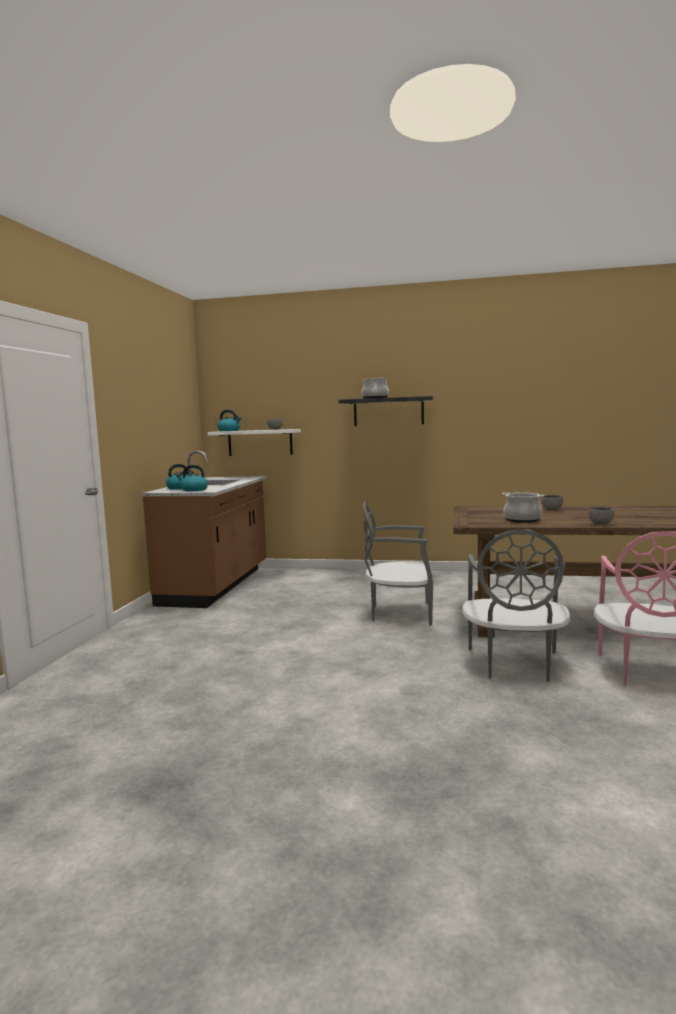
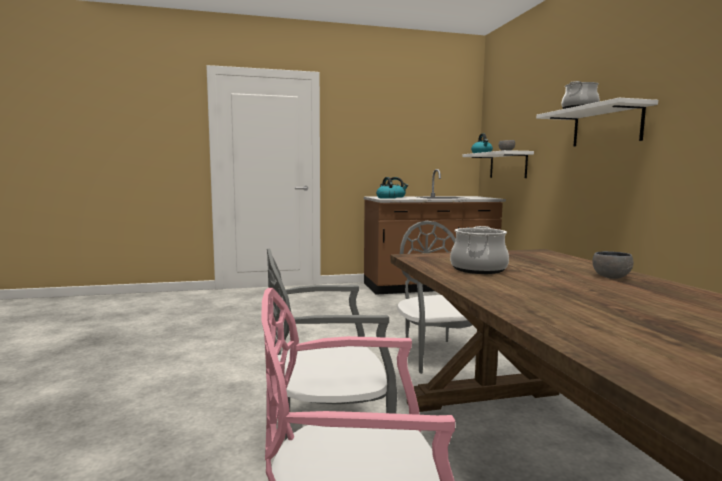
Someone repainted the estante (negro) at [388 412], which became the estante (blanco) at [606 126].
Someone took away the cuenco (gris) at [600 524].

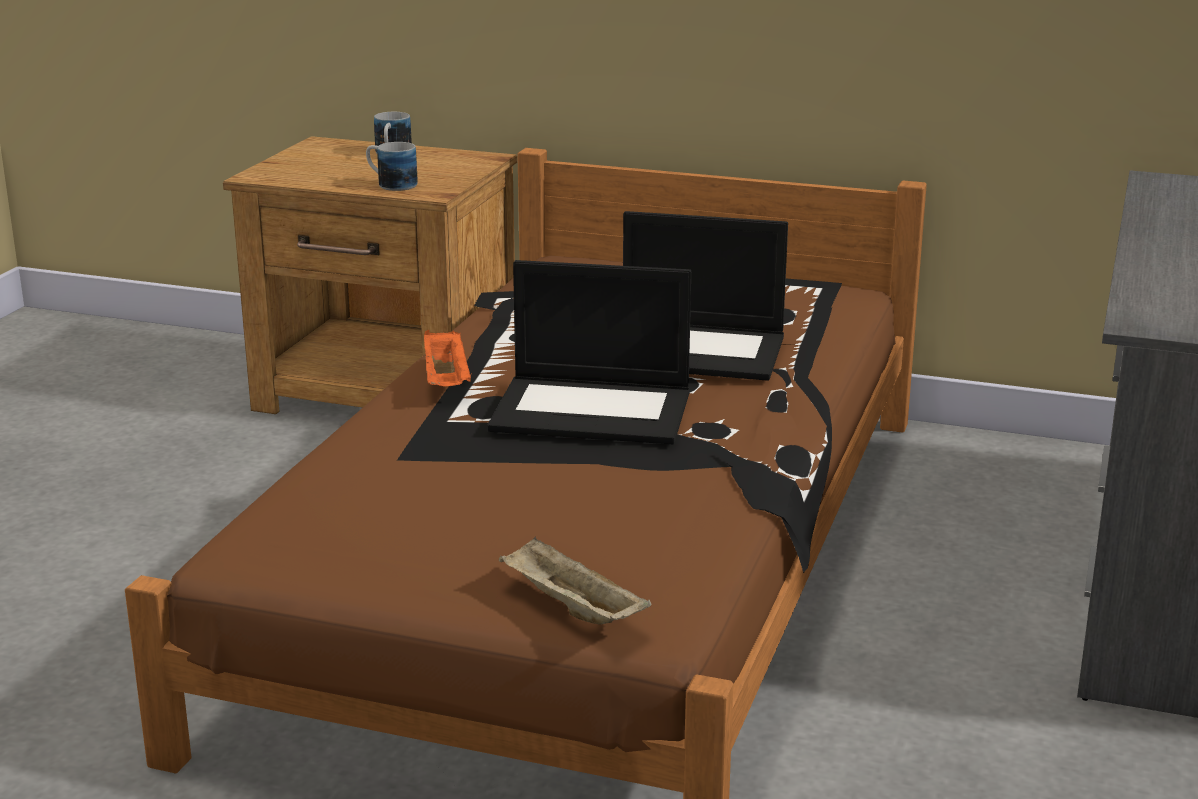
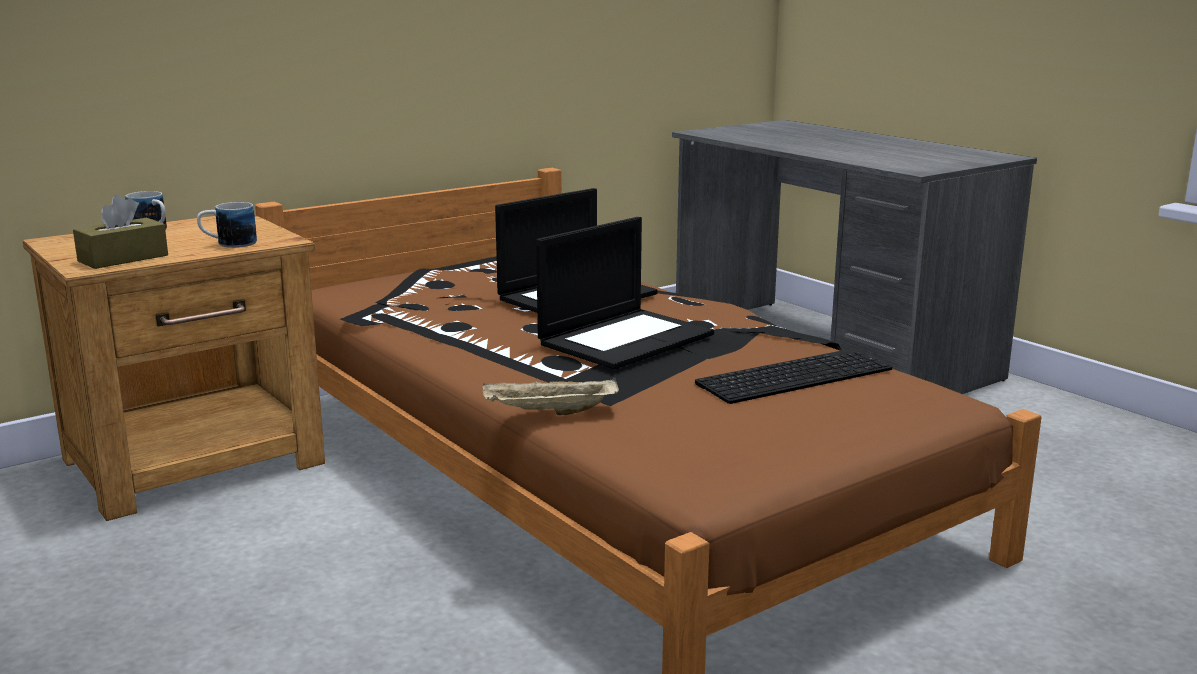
Someone took away the bandeja (naranja) at [447 381].
Someone carried the bandeja (beis) from [570 607] to [549 413].
Someone put down the caja de pañuelos (marrón) at [123 258].
Someone put down the teclado at [794 375].

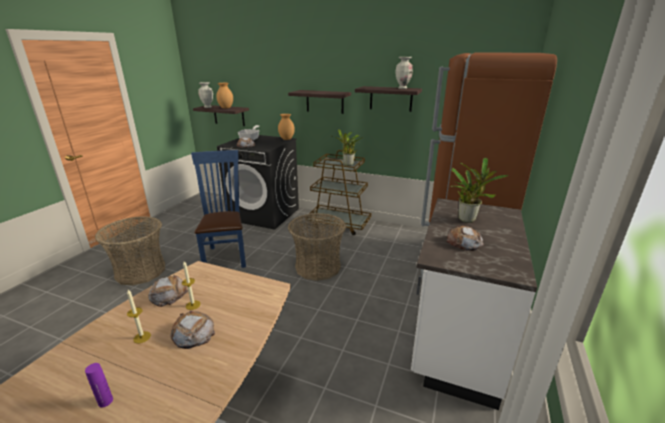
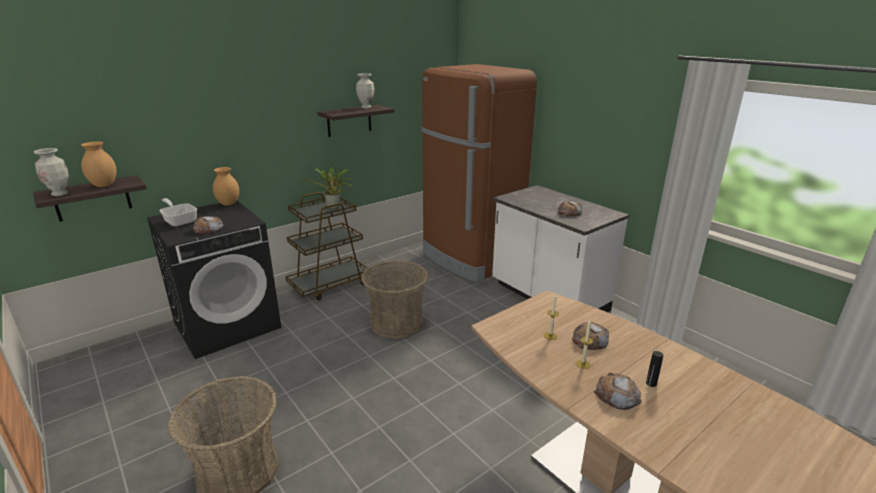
Someone took away the estante at [324 101].
Someone took away the silla (azul) at [226 255].
Someone took away the planta en maceta at [468 219].
Someone carried the pan from [168 294] to [617 395].
Someone repainted the botella (morado) at [105 401], which became the botella (negro) at [651 383].

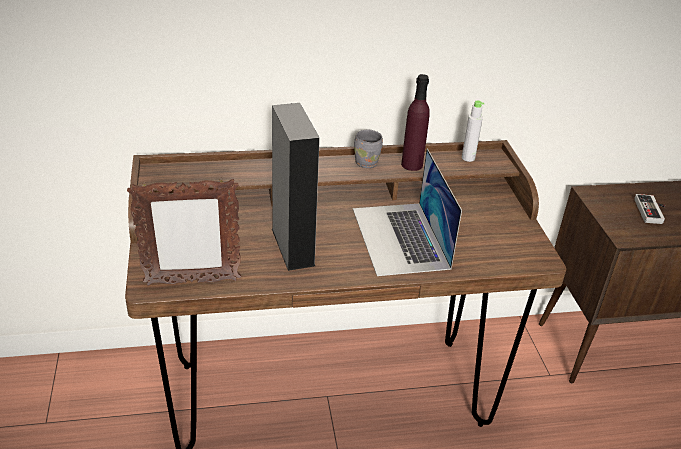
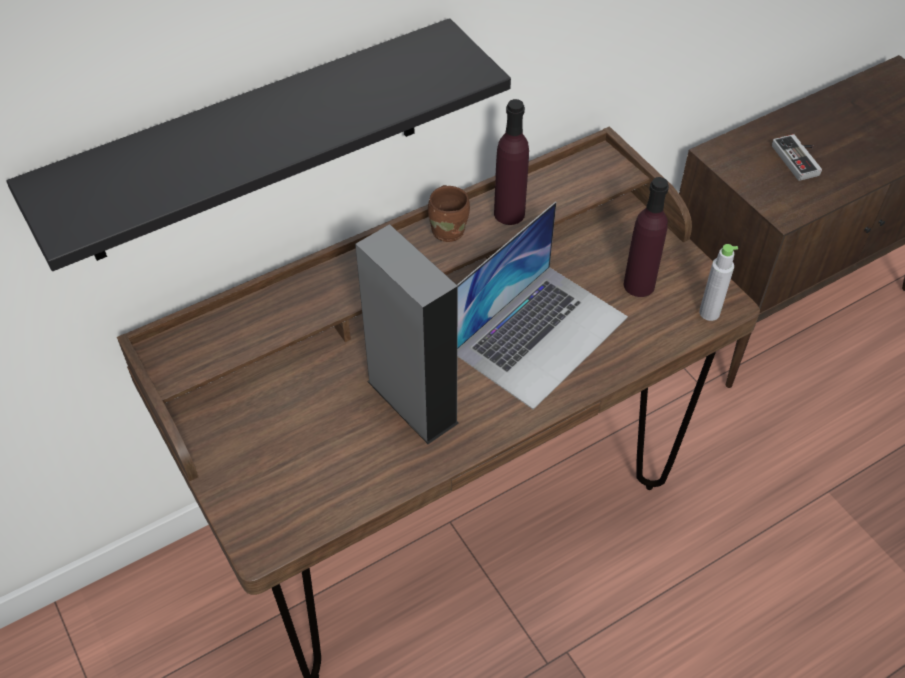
Someone carried the botella (gris) from [468 158] to [709 313].
Someone repainted the taza grande (gris) at [368 162], which became the taza grande (marrón) at [449 229].
Someone rotated the portátil at [400 238] by 105 degrees counterclockwise.
Someone took away the portarretratos at [191 282].
Someone put up the estante (negro) at [253 144].
Someone put down the botella (morado) at [639 285].

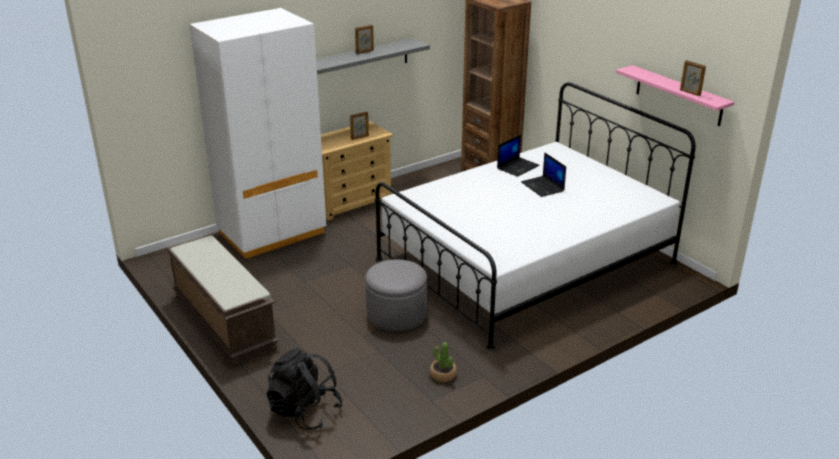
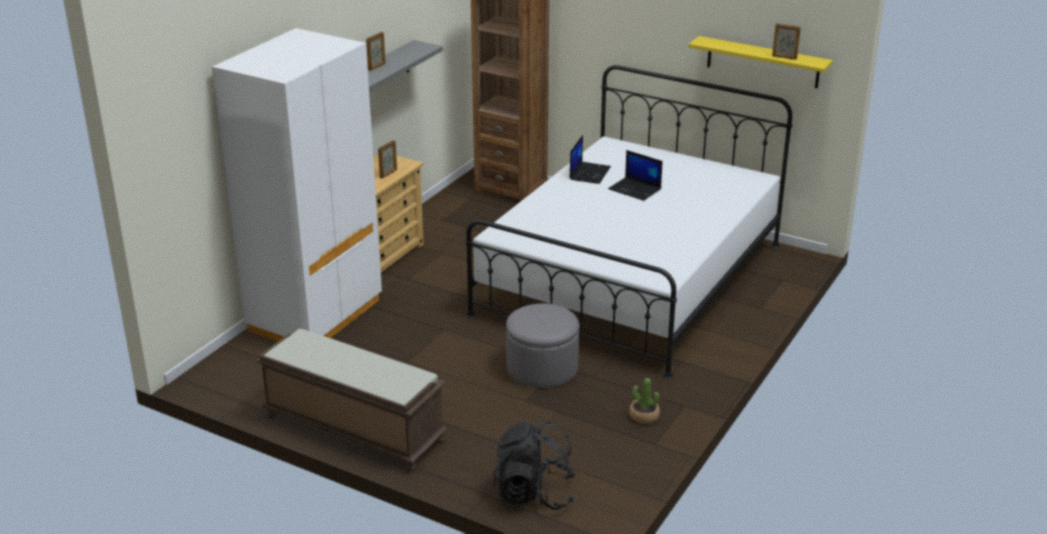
Someone repainted the estante (rosa) at [678 95], which became the estante (amarillo) at [763 62].

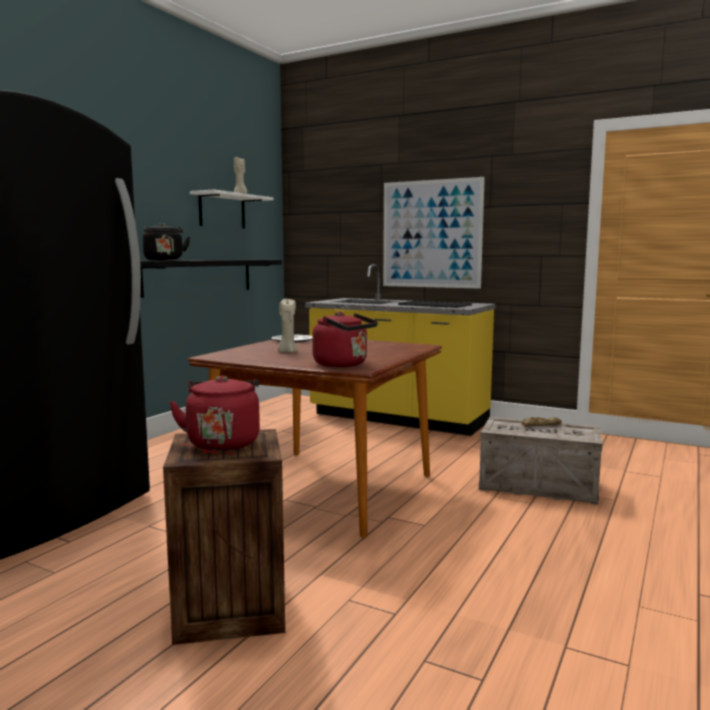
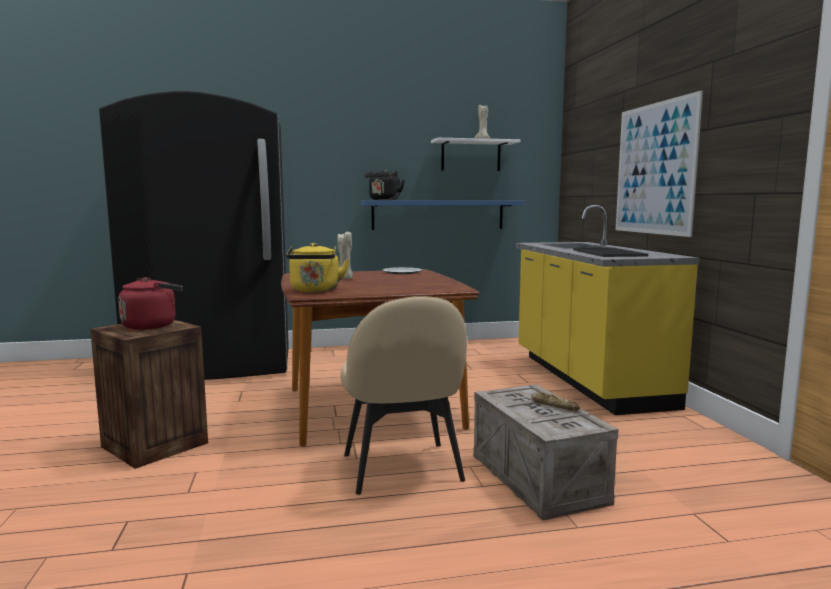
Someone repainted the estante (negro) at [199 276], which became the estante (azul) at [438 215].
Someone repainted the hervidor (rojo) at [343 365], which became the hervidor (amarillo) at [315 290].
Someone put down the silla (beis) at [402 469].

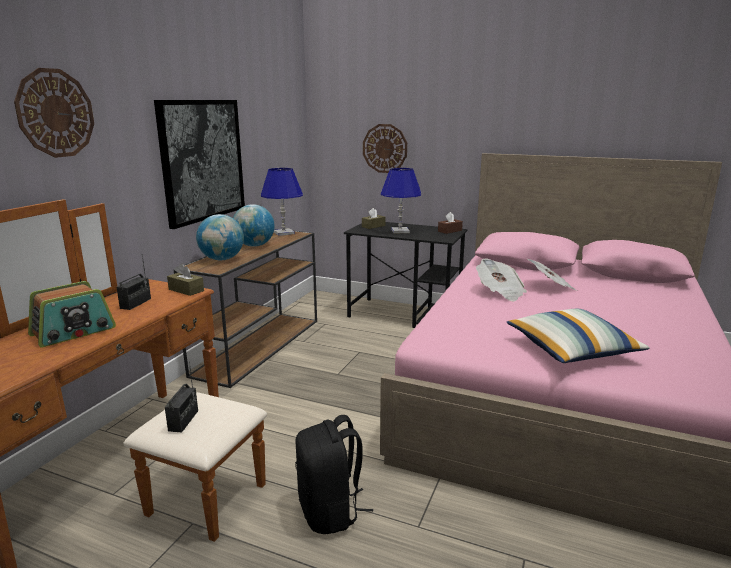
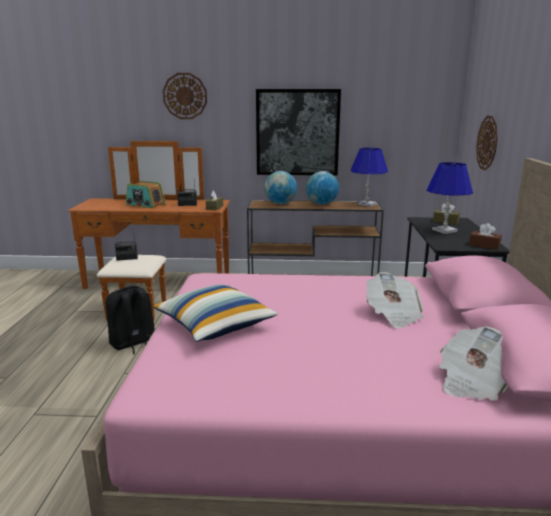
Someone carried the periódico from [500 292] to [473 381].

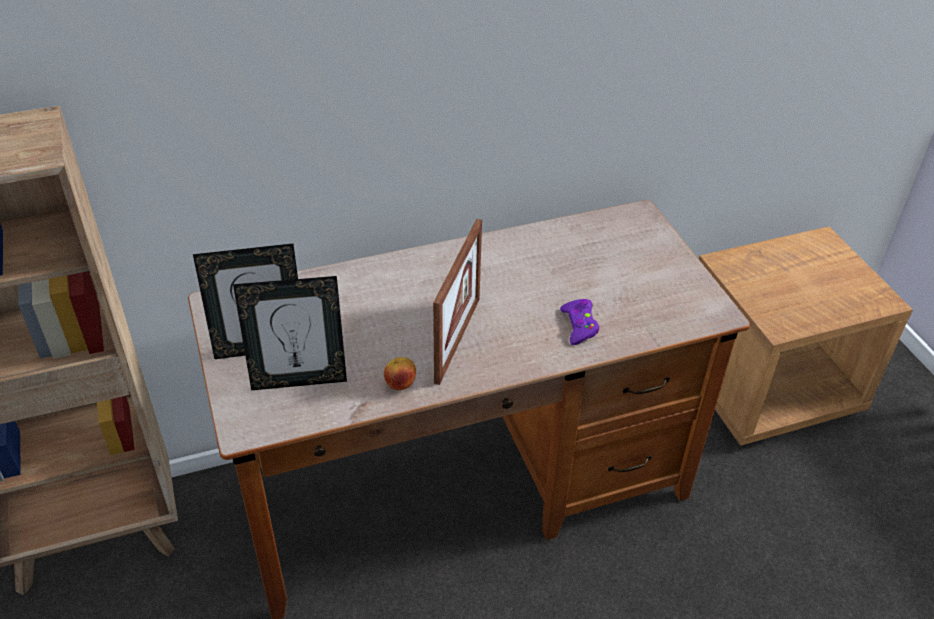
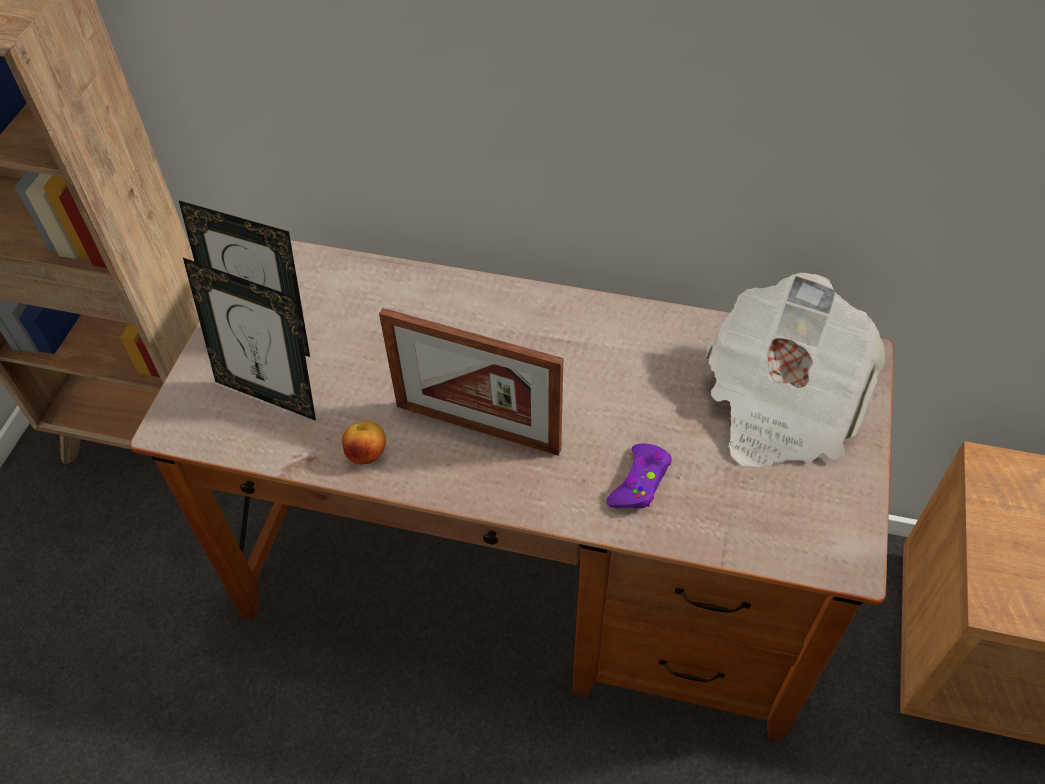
Someone rotated the portarretratos at [457 339] by 60 degrees clockwise.
Someone put down the periódico at [780 403].

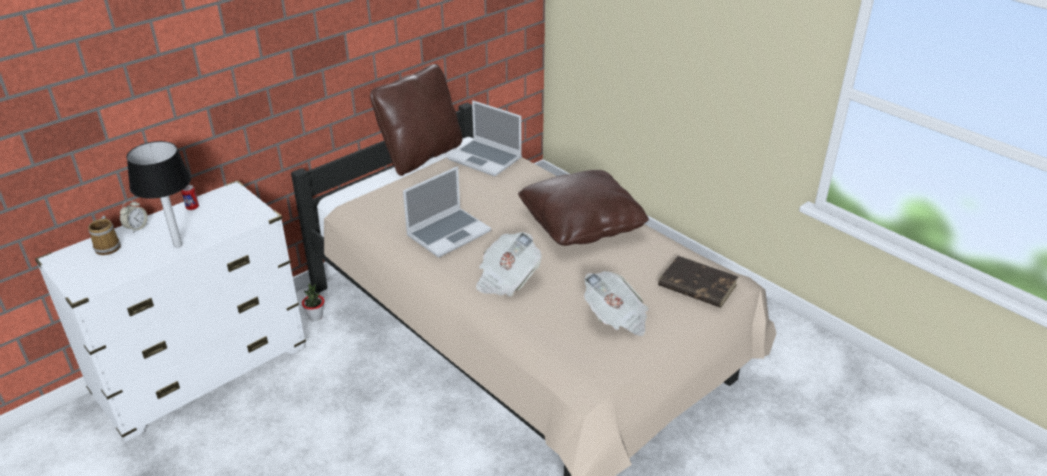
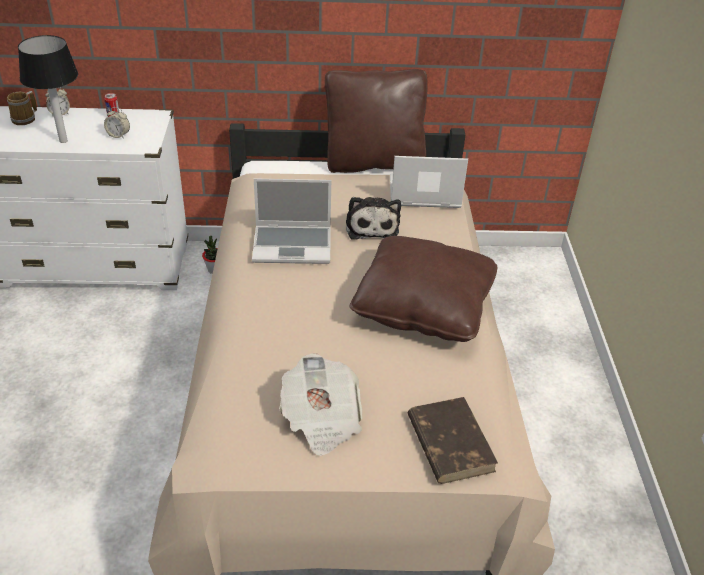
Someone rotated the portátil at [486 159] by 105 degrees clockwise.
Someone took away the periódico at [506 279].
Someone put down the despertador at [118 135].
Someone put down the peluche at [371 226].

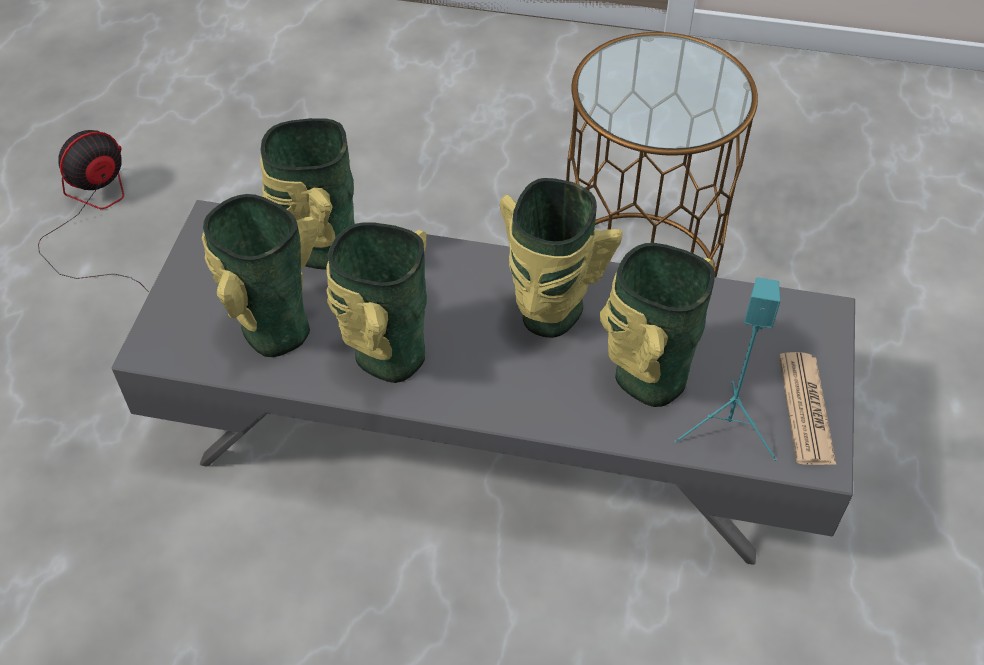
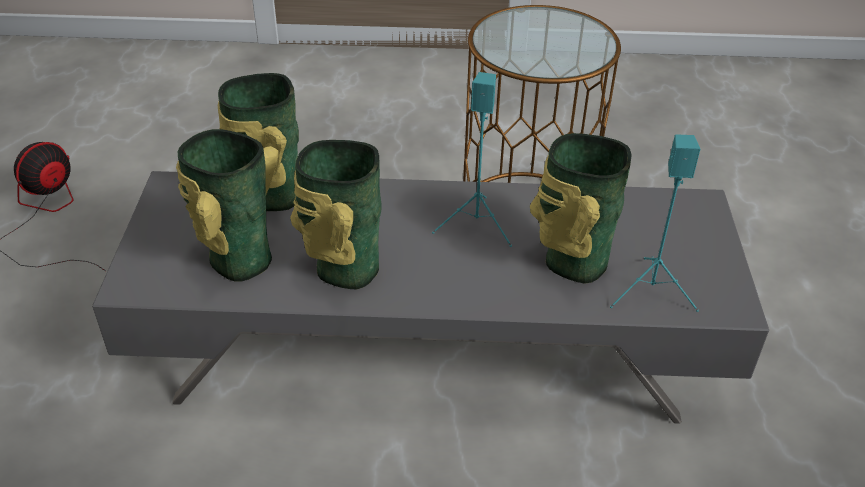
Someone swapped the florero at [548 314] for the altavoz (turquesa) at [477 225].
Someone took away the periódico at [806 409].

